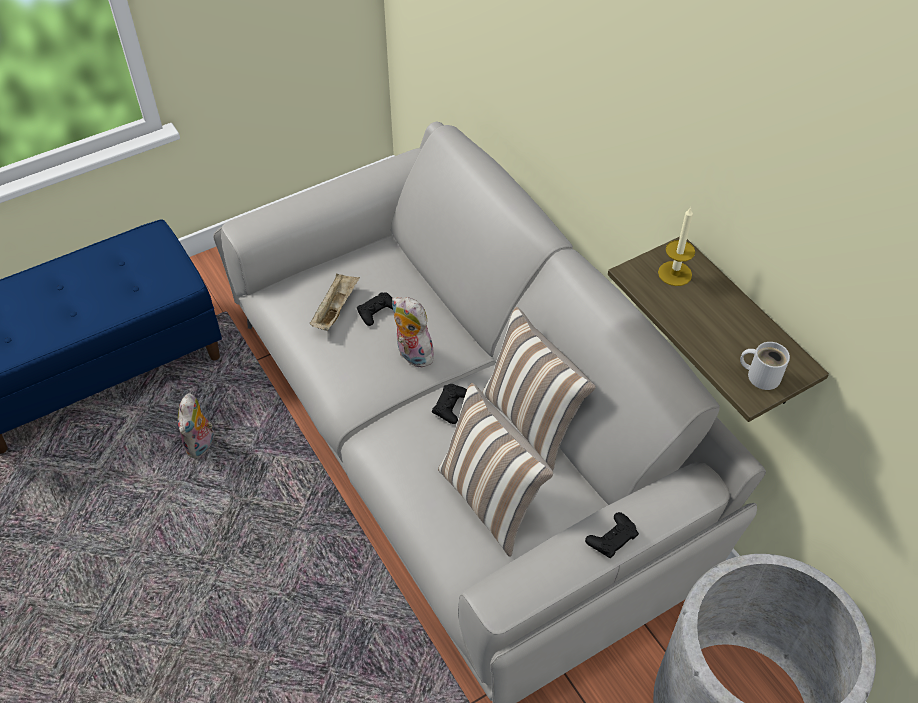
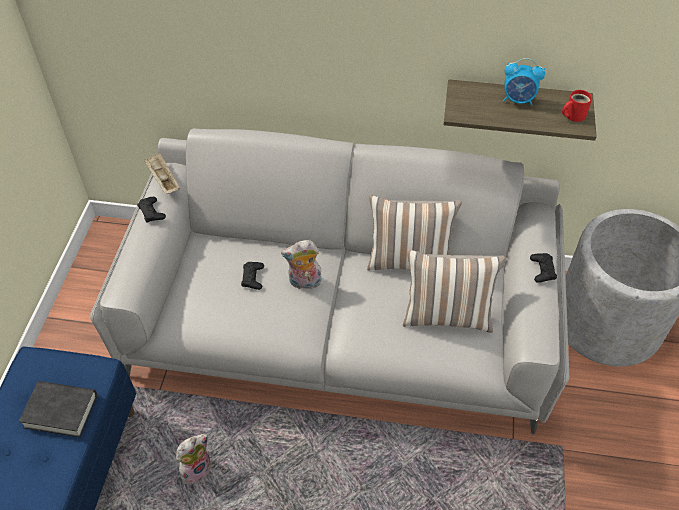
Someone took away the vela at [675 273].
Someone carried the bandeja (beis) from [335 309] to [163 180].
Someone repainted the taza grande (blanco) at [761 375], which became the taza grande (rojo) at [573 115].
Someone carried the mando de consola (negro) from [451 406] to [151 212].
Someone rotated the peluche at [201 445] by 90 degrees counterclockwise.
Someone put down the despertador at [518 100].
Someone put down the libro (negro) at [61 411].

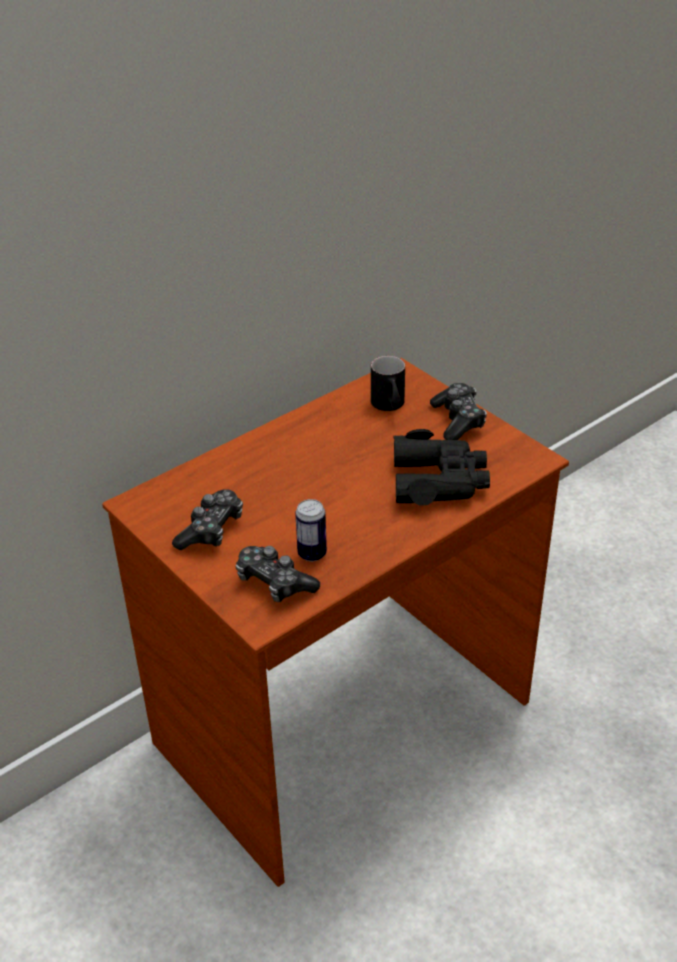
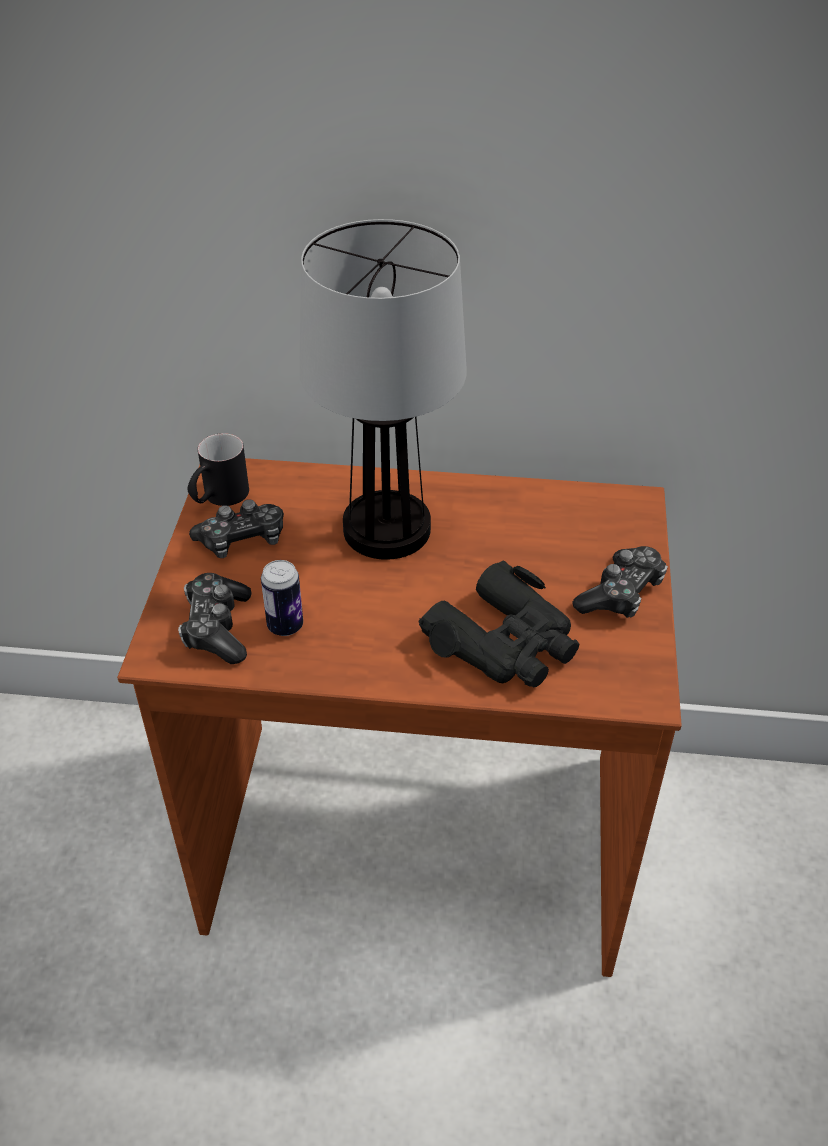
Someone carried the taza grande (negro) from [389 407] to [219 498].
Someone put down the lámpara de mesa at [385 528].

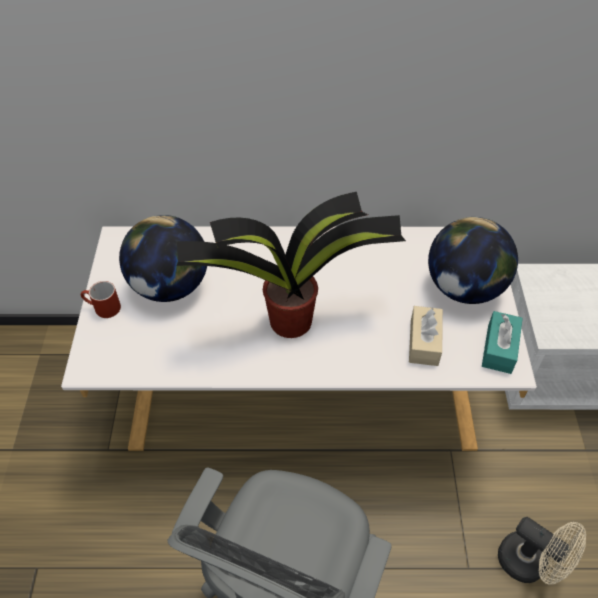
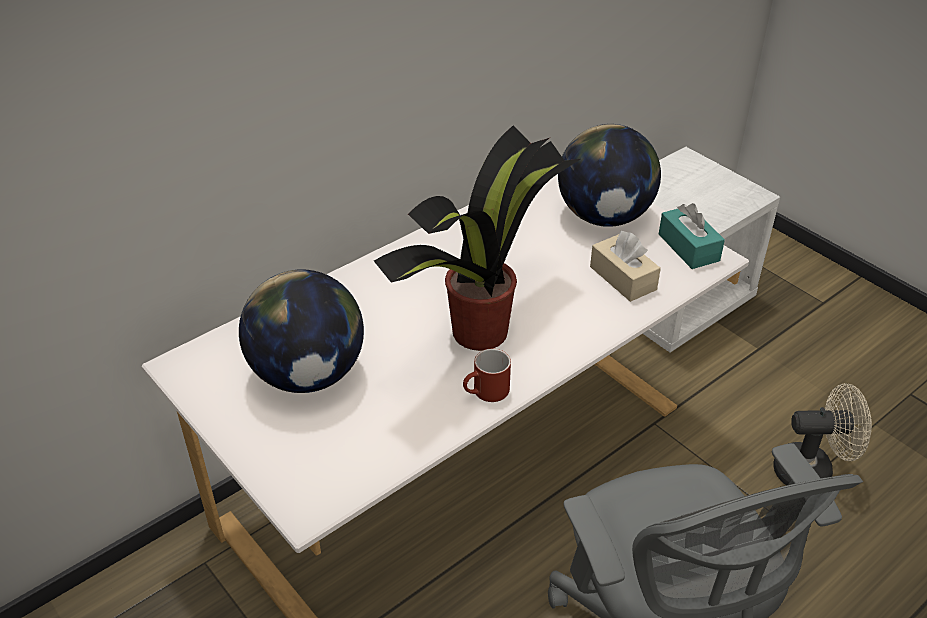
Someone carried the taza grande (rojo) from [102 308] to [486 393].

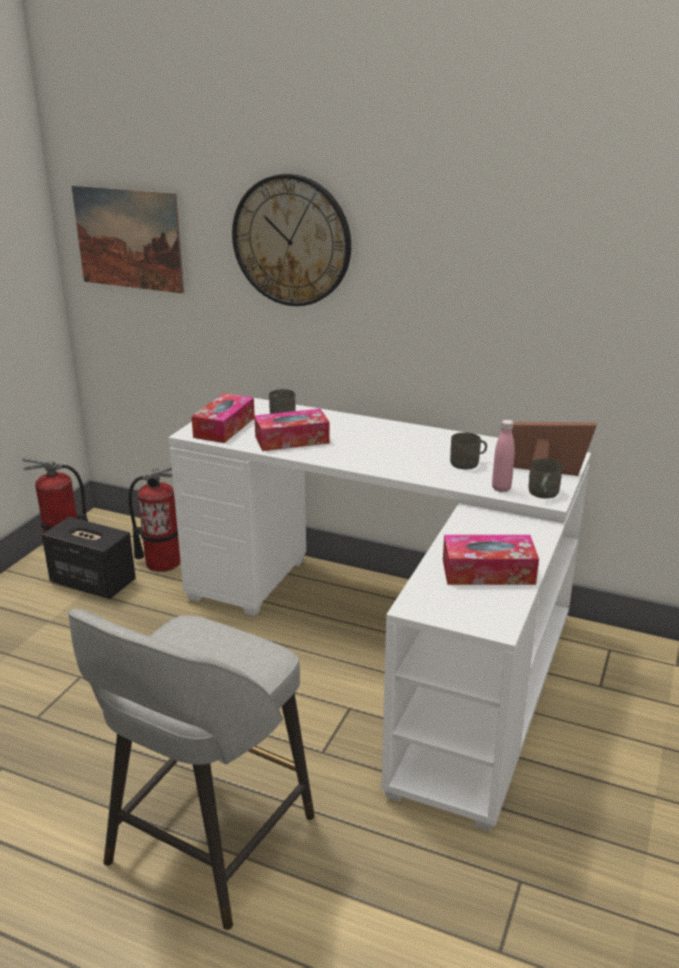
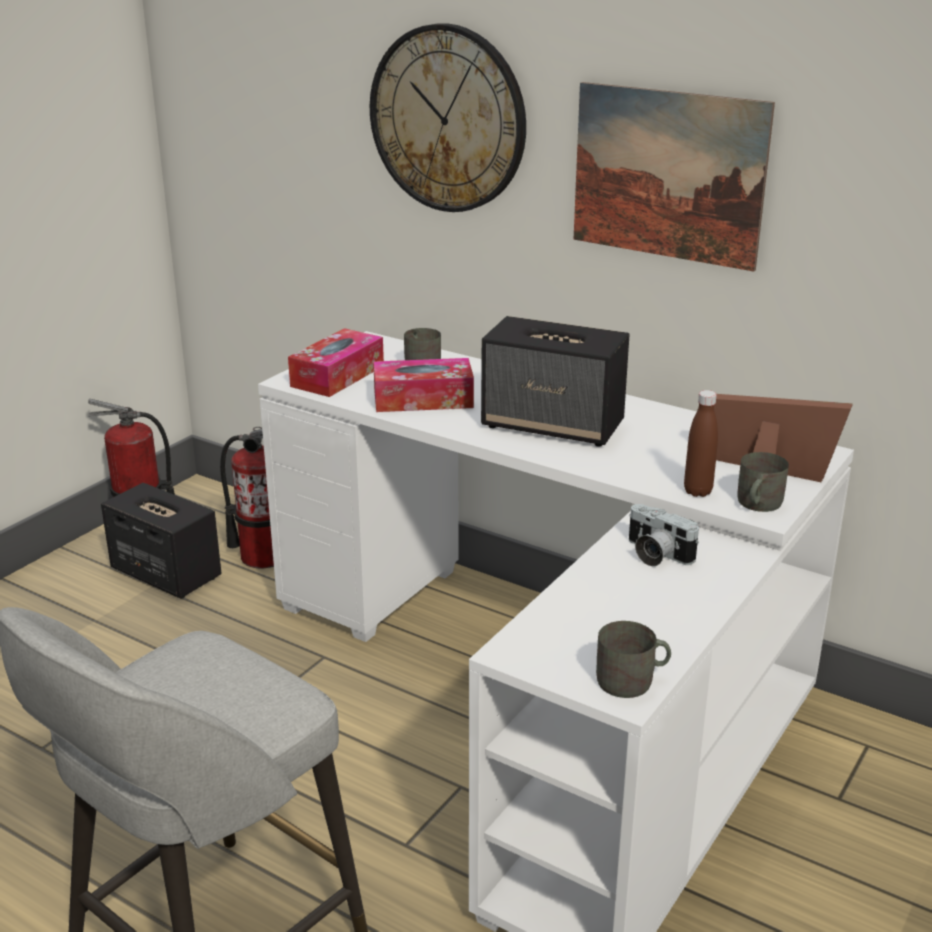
Someone carried the cuadro from [128 239] to [668 175].
Someone repainted the botella (rosa) at [501 488], which became the botella (marrón) at [697 491].
Someone carried the taza grande (gris) from [468 463] to [632 681].
Someone took away the caja de pañuelos at [488 572].
Someone put down the altavoz at [554 425].
Someone put down the cámara at [655 554].

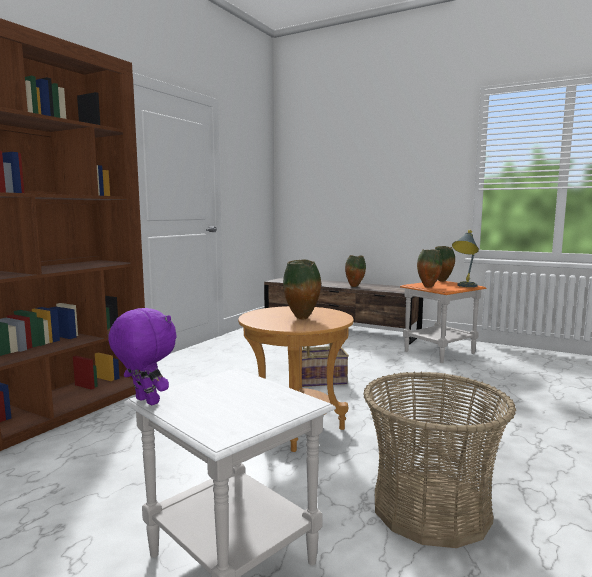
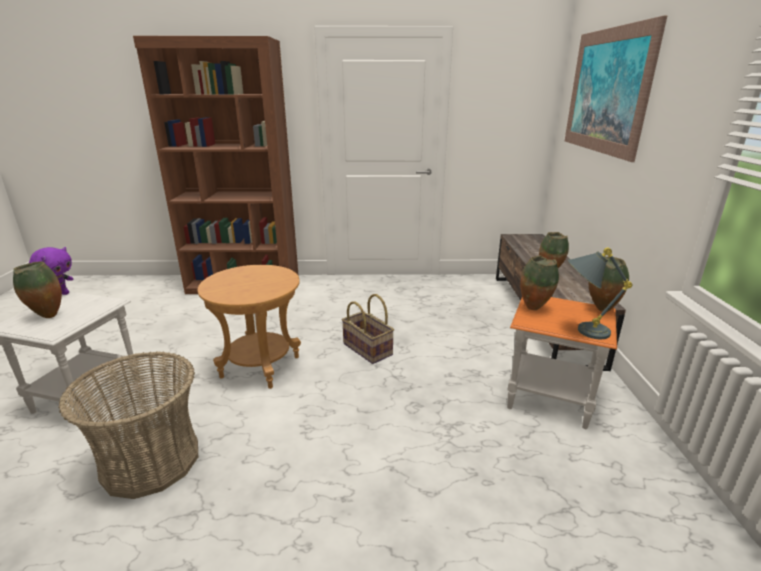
Someone carried the florero from [302 319] to [47 317].
Someone put up the cuadro at [606 91].

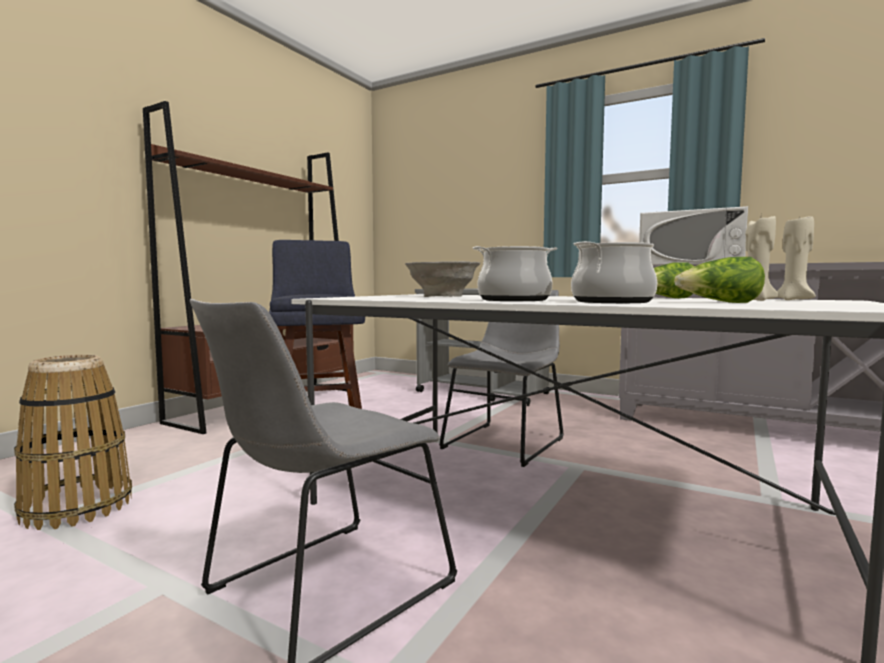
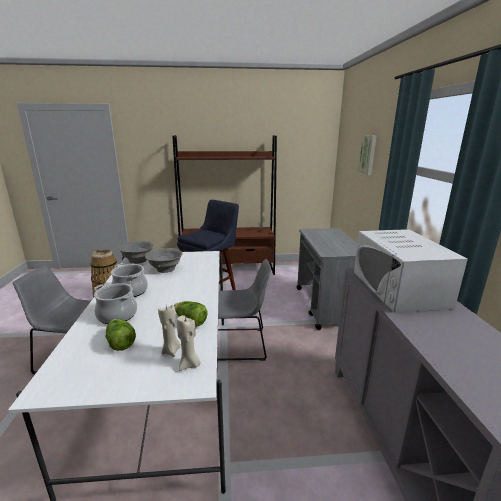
Someone put up the cuadro at [368 154].
Someone put down the cuenco (gris) at [137 260].

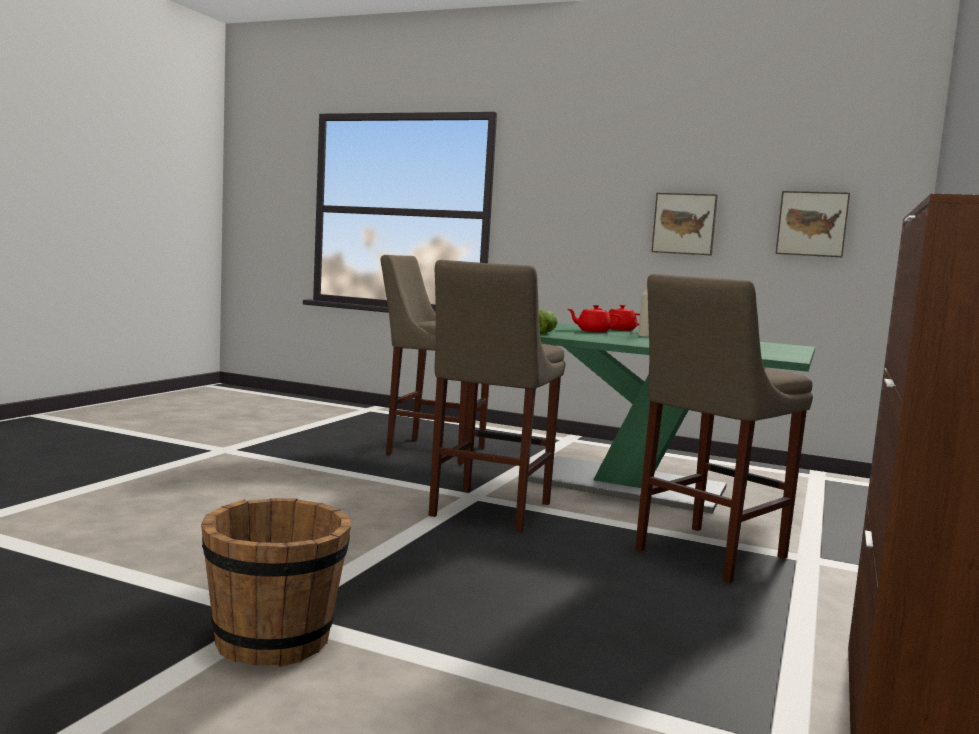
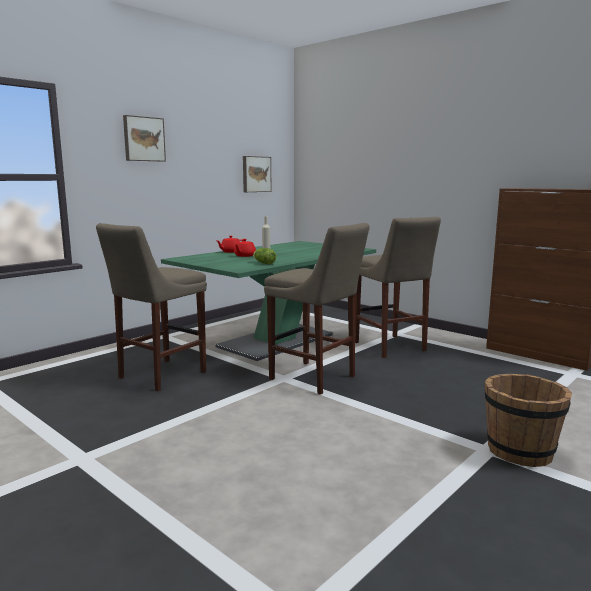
Someone carried the cuadro from [684 224] to [143 139].

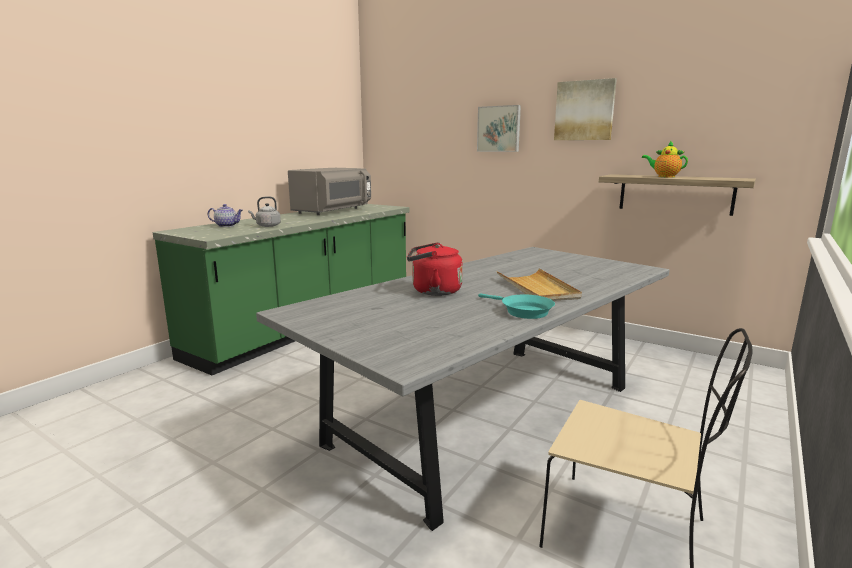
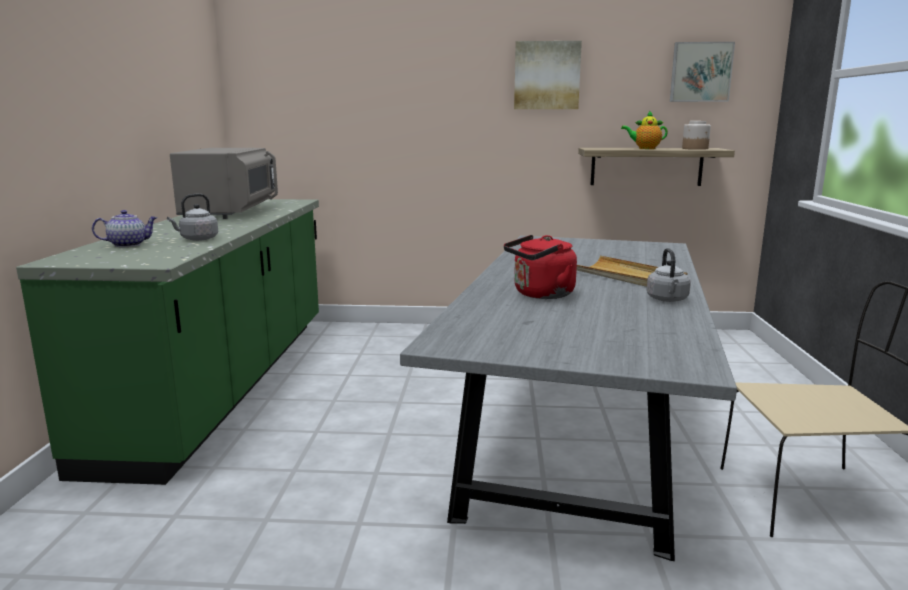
Someone carried the cuadro from [499 129] to [700 72].
Someone swapped the sartén (turquesa) at [522 311] for the hervidor (gris) at [667 300].
Someone put down the tarro at [695 149].

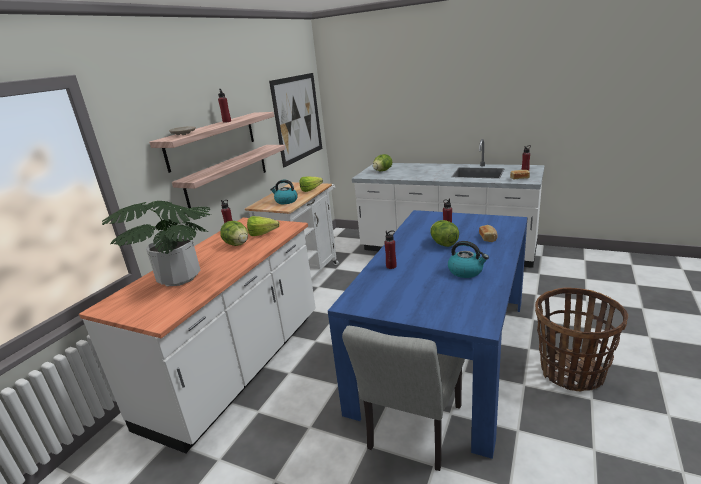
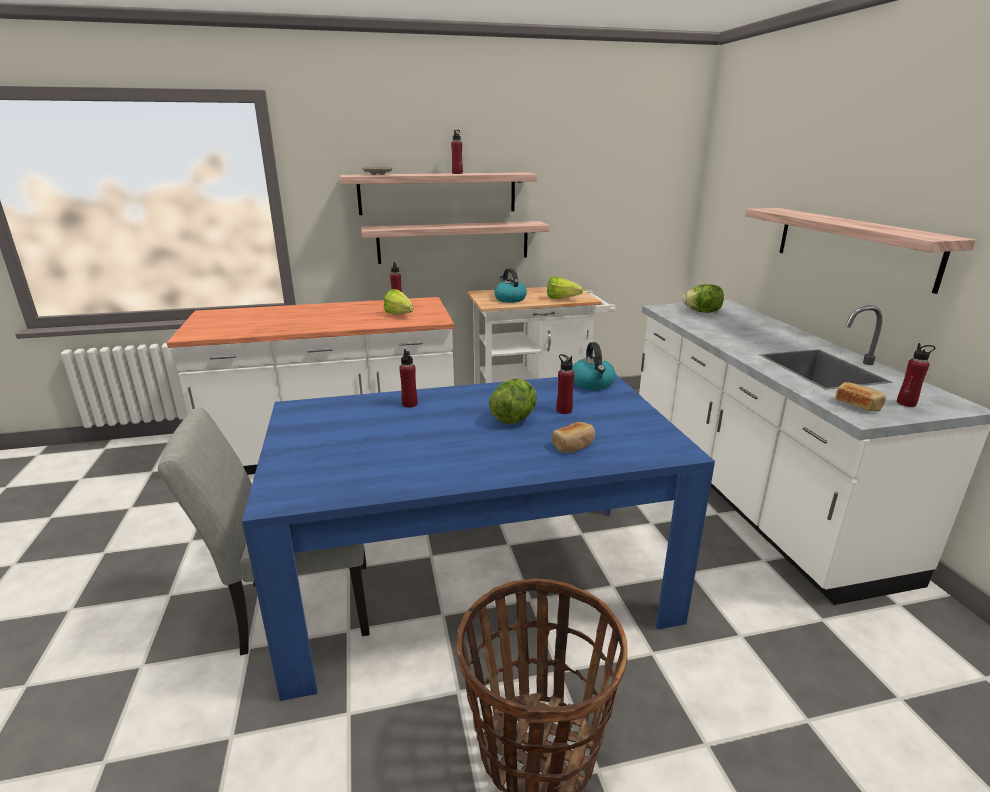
Someone took away the cuadro at [298 118].
Someone took away the planta en maceta at [180 278].
Someone took away the lechuga at [237 244].
Someone carried the hervidor from [466 271] to [592 384].
Someone put up the estante at [852 245].

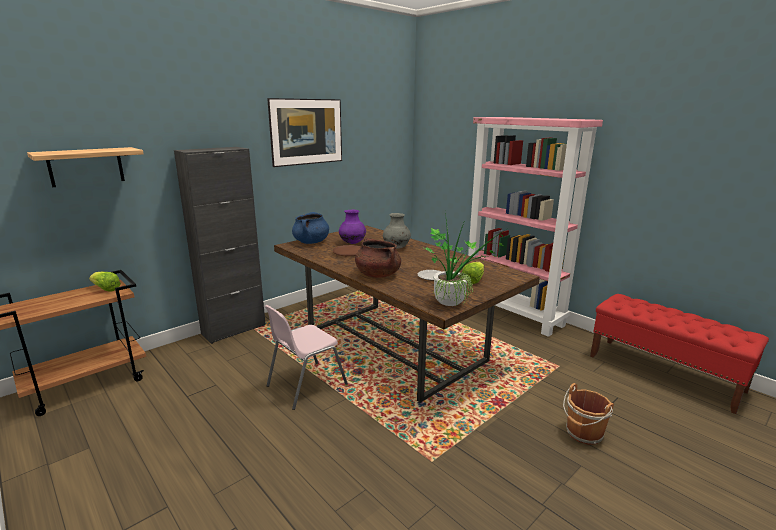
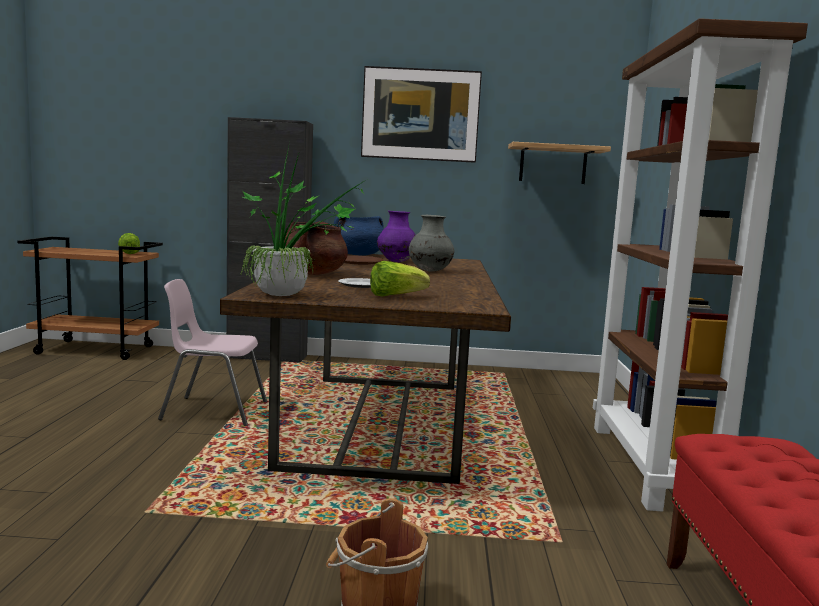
Someone repainted the estantería (rosa) at [513 314], which became the estantería (marrón) at [653 466].
Someone carried the estante from [86 166] to [553 164].

